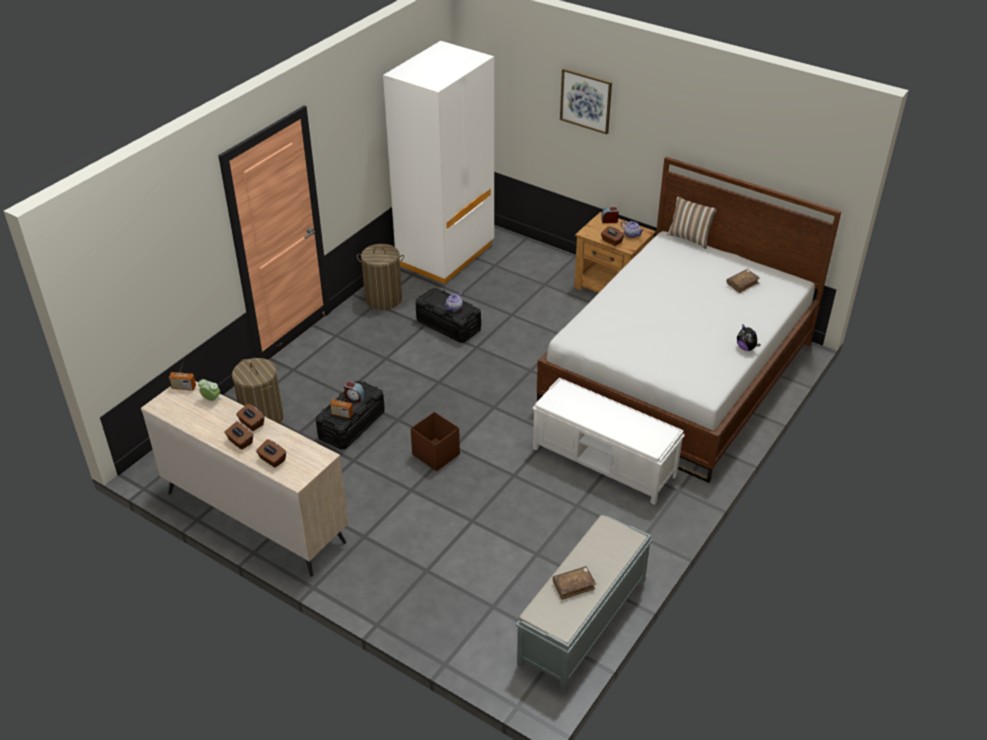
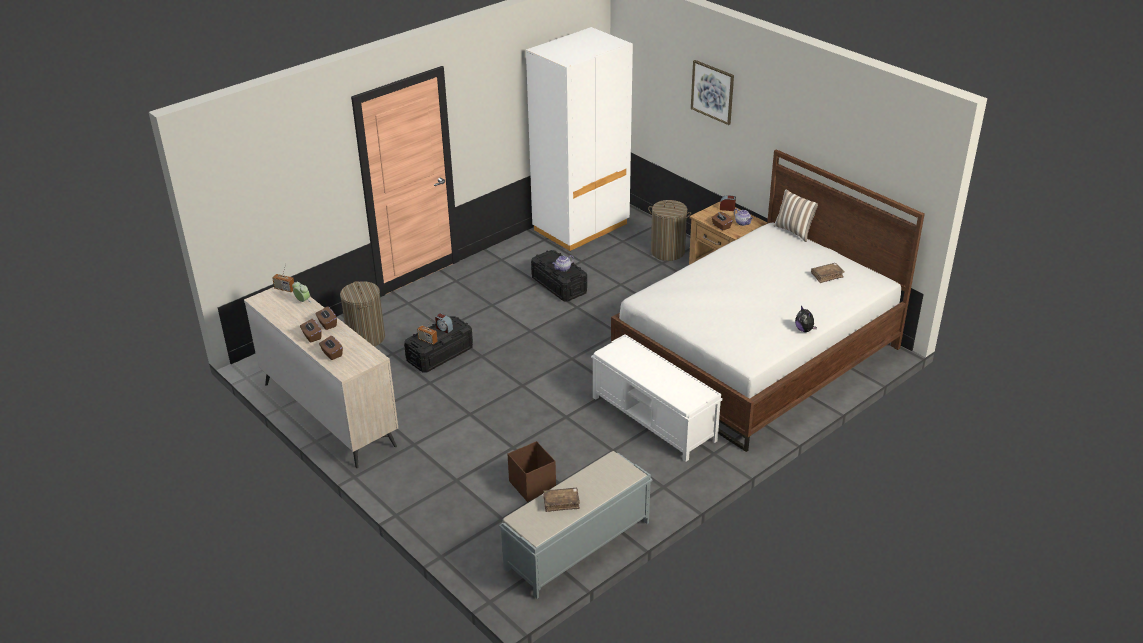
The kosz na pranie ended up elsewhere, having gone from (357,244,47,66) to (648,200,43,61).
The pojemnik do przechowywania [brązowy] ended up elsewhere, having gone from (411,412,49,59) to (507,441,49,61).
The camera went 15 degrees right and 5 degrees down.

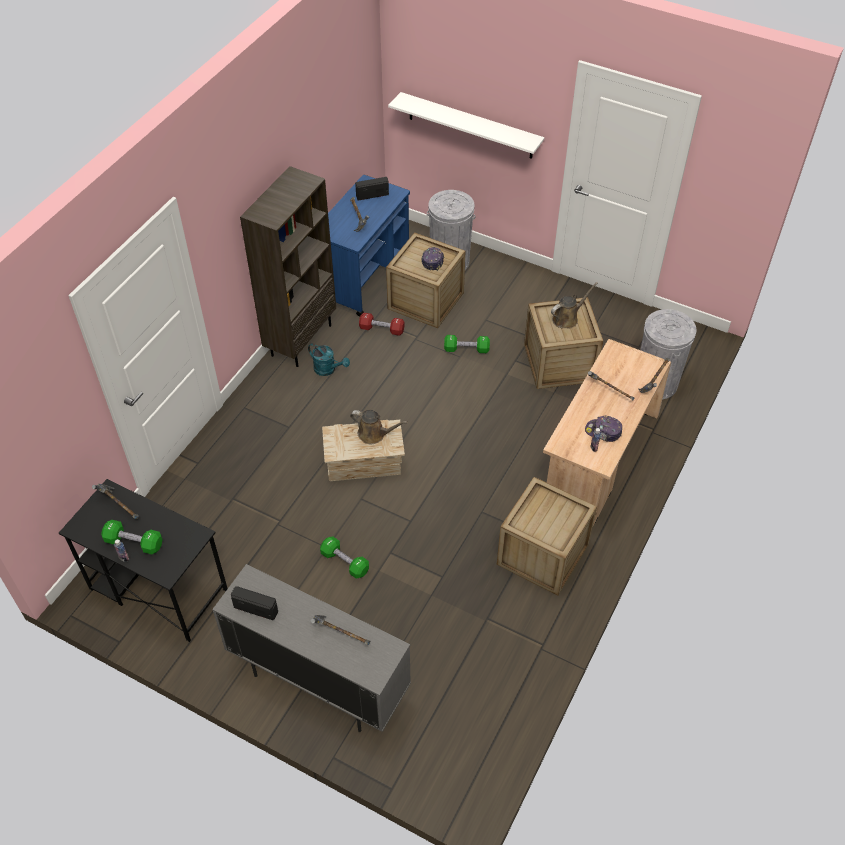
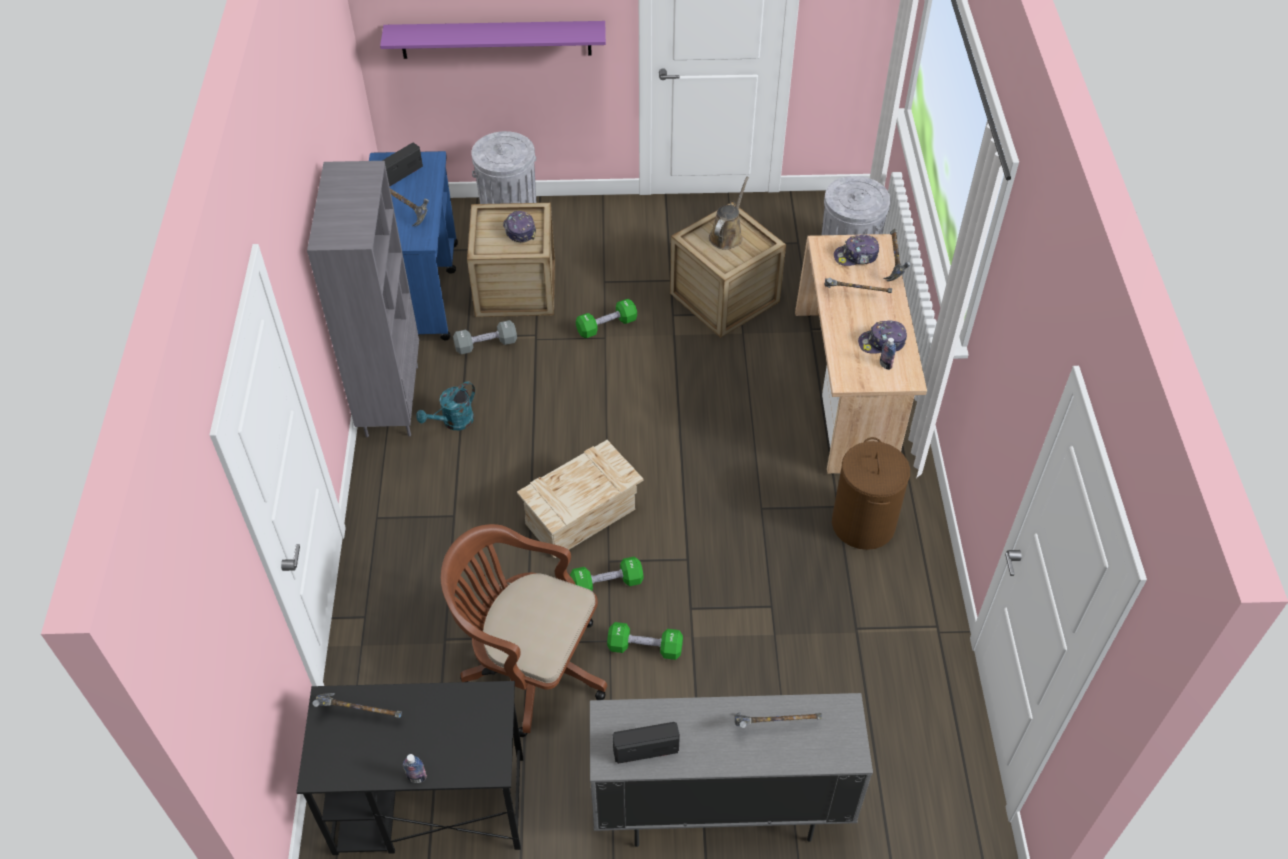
What was the półka [biały] at (388,92,156,67) turned into the półka [fioletowy] at (380,21,226,38).
What was the regał [brązowy] at (240,166,96,201) turned into the regał [szary] at (307,161,112,276).
What was the hantel [czerwony] at (359,313,46,22) turned into the hantel [szary] at (453,320,64,34).
The konewka [turkusowy] at (308,343,42,33) ended up facing another way, 135 degrees clockwise from before.
The second view lost the konewka [brązowy] at (350,410,57,34).
Where the skrzynka stood at (497,477,100,119), the kosz na pranie [brązowy] came to stand at (832,437,78,113).
The hantel [zielony] ended up elsewhere, having gone from (101,520,62,34) to (570,557,73,34).
The second view gained the czapka z daszkiem at (834,235,45,31).
The second view gained the krzesło biurowe [brązowy] at (441,524,166,213).
The camera went 30 degrees left and 0 degrees up.

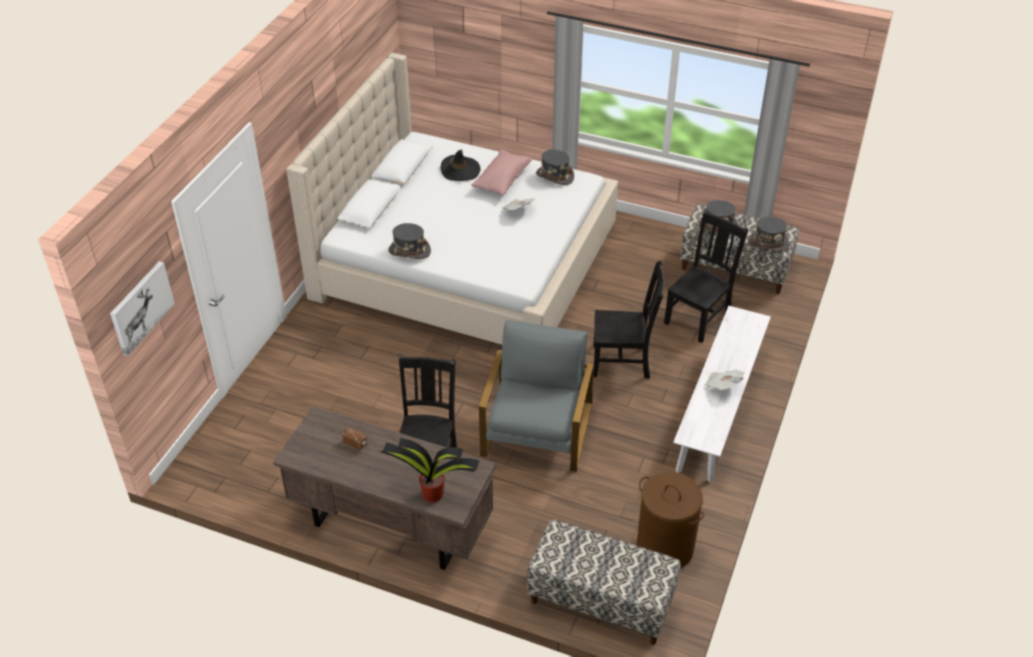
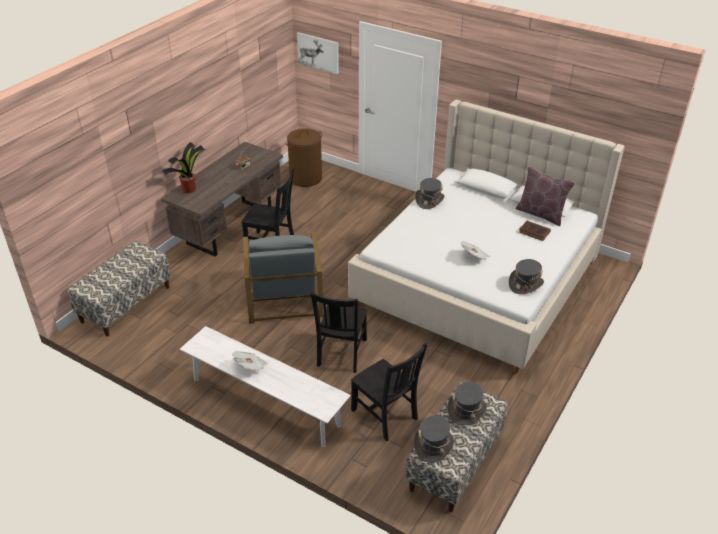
Where the kapelusz [czarny] stood at (441,149,40,32), the książka [brązowy] came to stand at (519,221,32,20).
The second view lost the poduszka [różowy] at (471,149,61,47).
The fotel [szary] at (479,320,114,152) ended up facing another way, 60 degrees clockwise from before.
The kosz na pranie [brązowy] ended up elsewhere, having gone from (637,472,68,96) to (286,128,36,59).
The second view gained the poduszka [brązowy] at (516,167,59,59).
The camera went 100 degrees right and 5 degrees down.

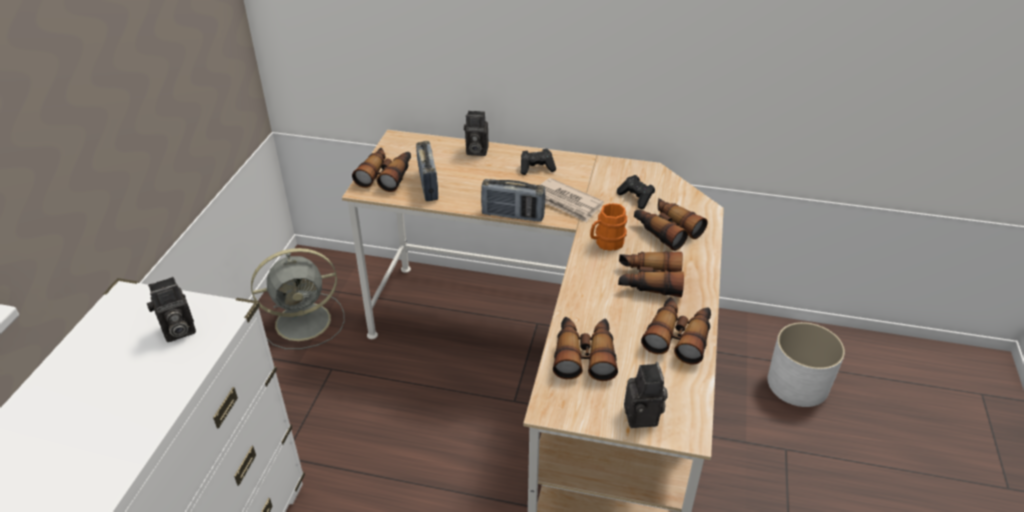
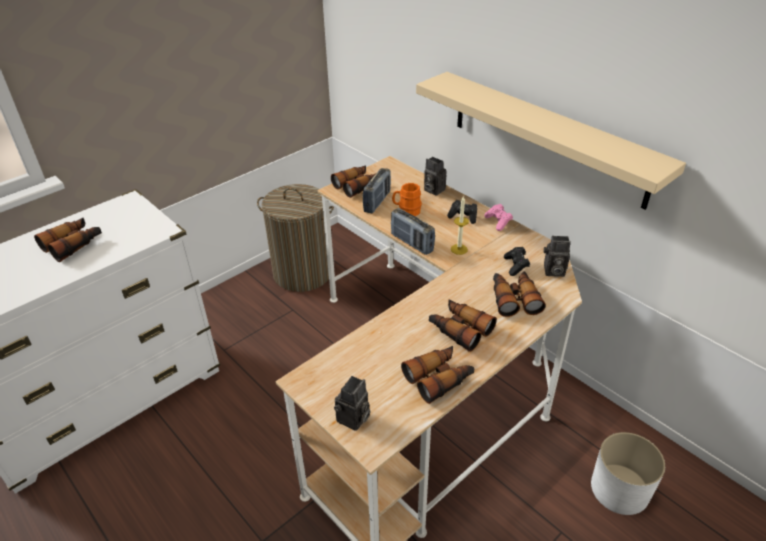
Where the gazeta stood at (540,178,64,45), the świeca came to stand at (451,195,18,60).
The kubek [pomarańczowy] ended up elsewhere, having gone from (590,203,37,48) to (392,183,30,33).
Where the wentylator [szary] stood at (251,248,94,101), the kosz na pranie came to stand at (257,184,77,108).
The aparat fotograficzny ended up elsewhere, having gone from (147,277,49,65) to (543,236,28,41).
The lornetka ended up elsewhere, having gone from (553,317,65,64) to (34,218,68,44).
The second view gained the półka [beżowy] at (416,72,270,138).
The second view gained the pad do gier [różowy] at (484,204,29,27).
The camera went 35 degrees right and 0 degrees up.

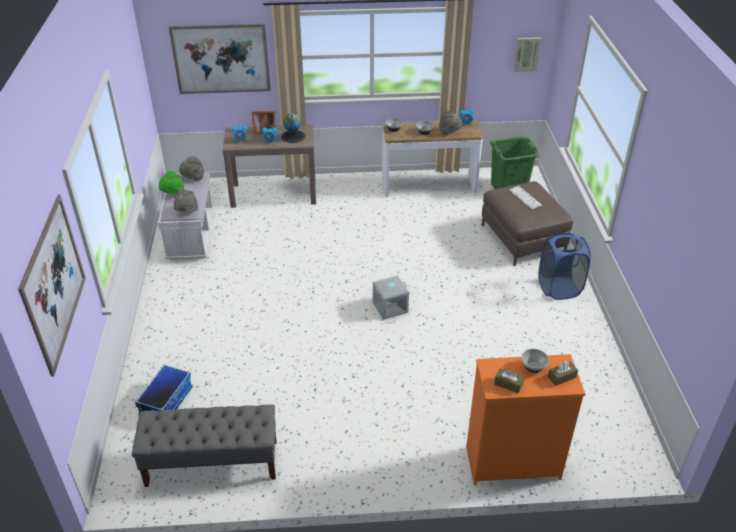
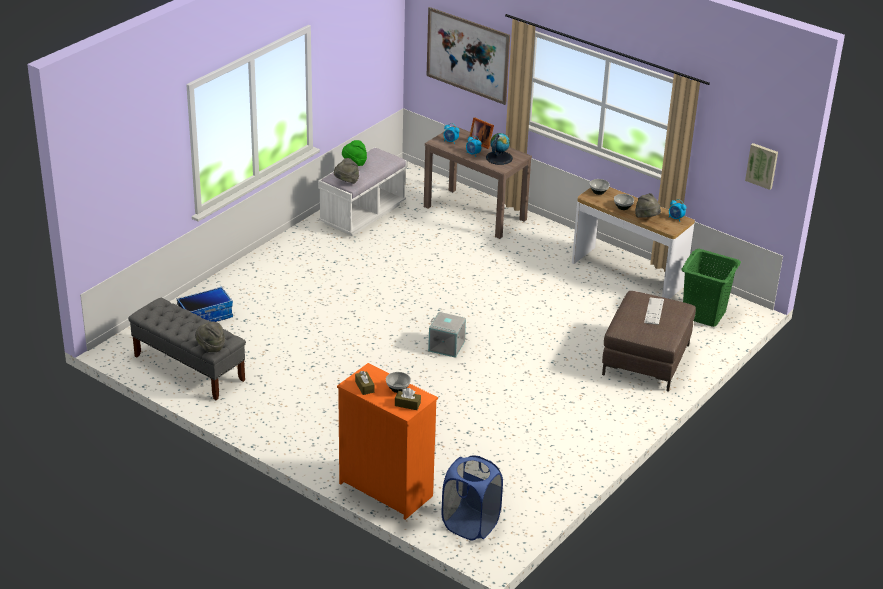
The kapelusz [szary] ended up elsewhere, having gone from (179,156,25,25) to (195,321,30,31).
The second view lost the obraz at (18,194,68,183).
The kosz na pranie [niebieski] ended up elsewhere, having gone from (539,233,51,67) to (442,455,61,85).
The camera went 40 degrees right and 5 degrees down.

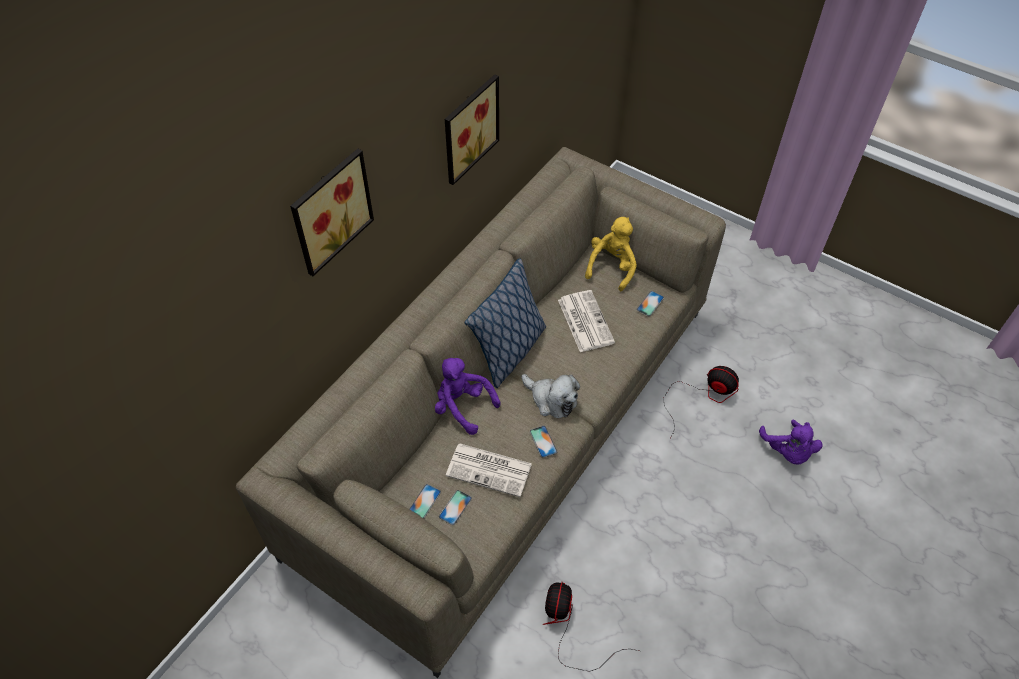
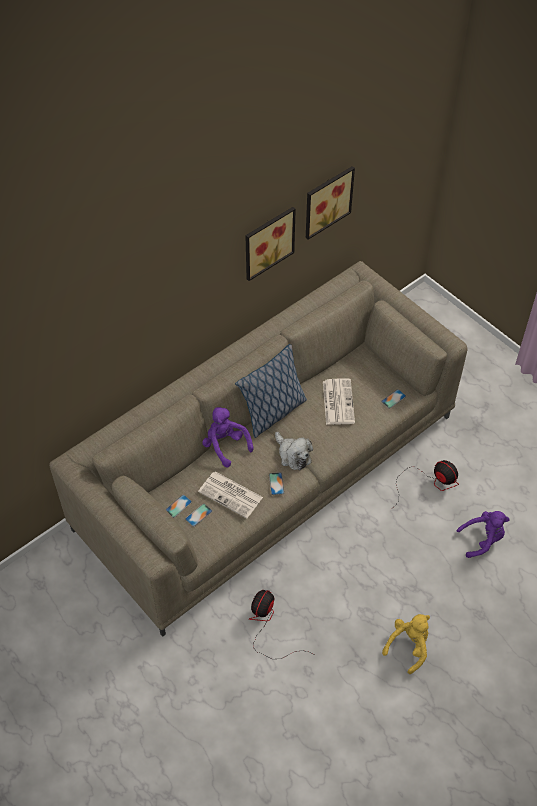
The obraz ended up elsewhere, having gone from (290,149,84,127) to (306,166,49,74).
The pluszak [żółty] ended up elsewhere, having gone from (585,217,52,74) to (382,614,48,60).
The pluszak [fioletowy] at (759,420,64,45) ended up facing another way, 105 degrees counterclockwise from before.
The camera went 15 degrees right and 0 degrees up.

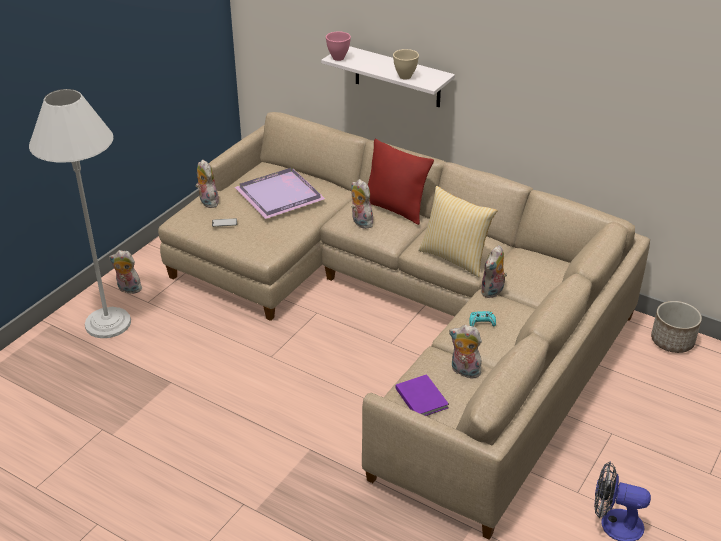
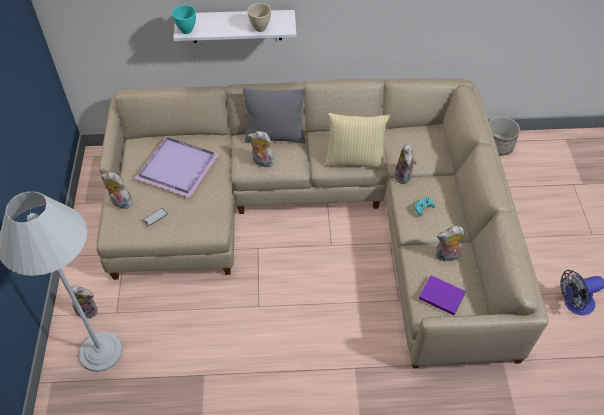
What was the miska [różowy] at (326,31,25,30) turned into the miska [turkusowy] at (172,5,24,29).
What was the poduszka [czerwony] at (368,139,66,86) turned into the poduszka [szary] at (243,88,63,55).
The pluszak at (109,250,33,44) ended up facing another way, 150 degrees counterclockwise from before.
The camera went 35 degrees left and 15 degrees up.

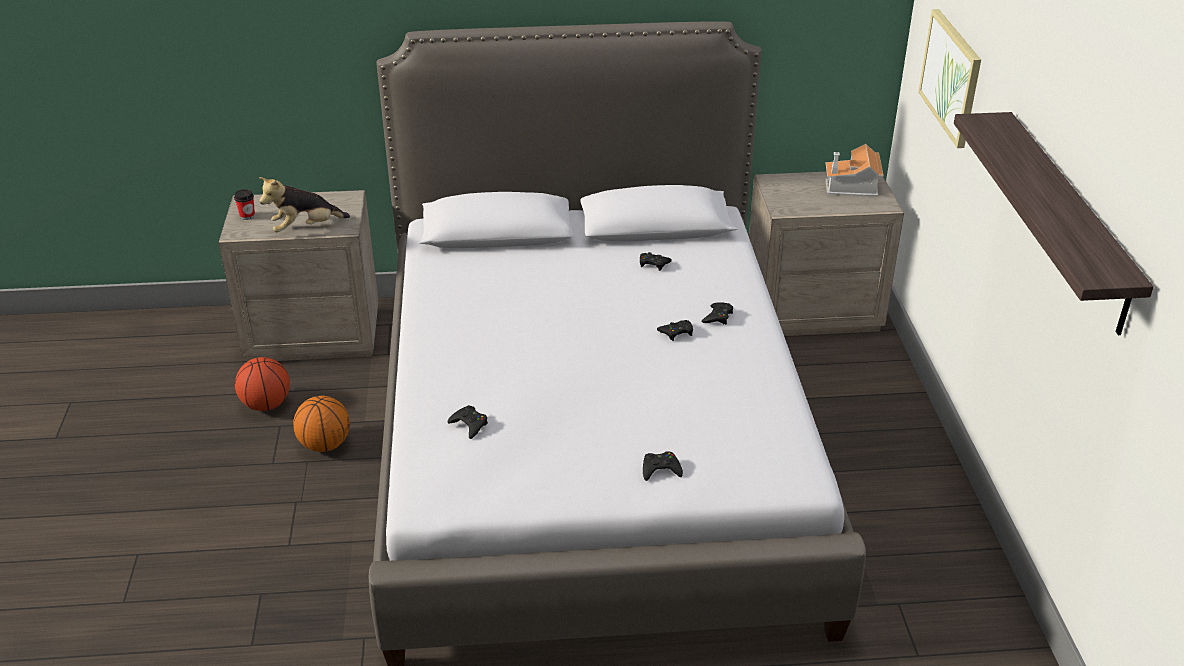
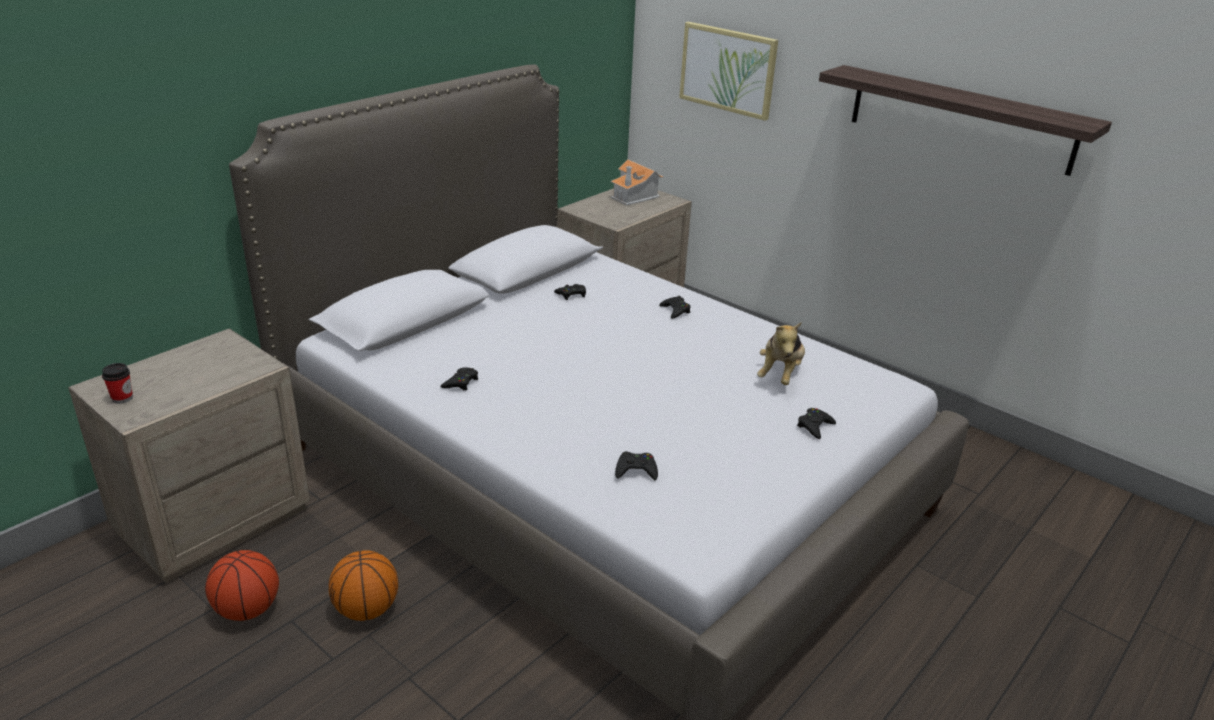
The pluszak ended up elsewhere, having gone from (259,177,91,55) to (757,322,48,63).
The pad do gier [czarny] ended up elsewhere, having gone from (657,320,36,21) to (440,368,38,22).
The camera went 45 degrees left and 5 degrees down.

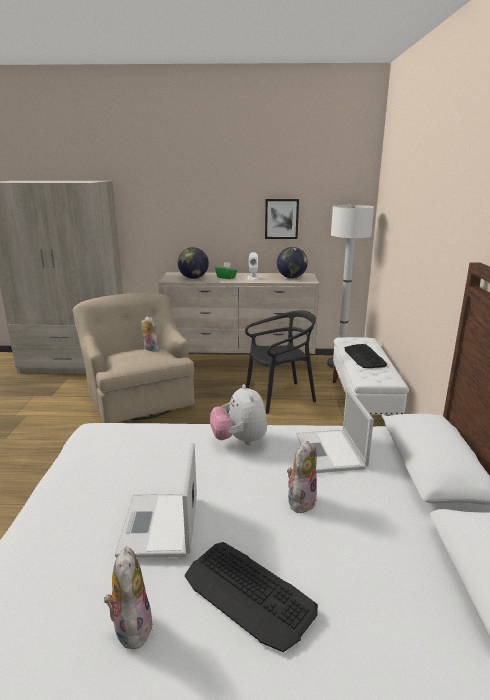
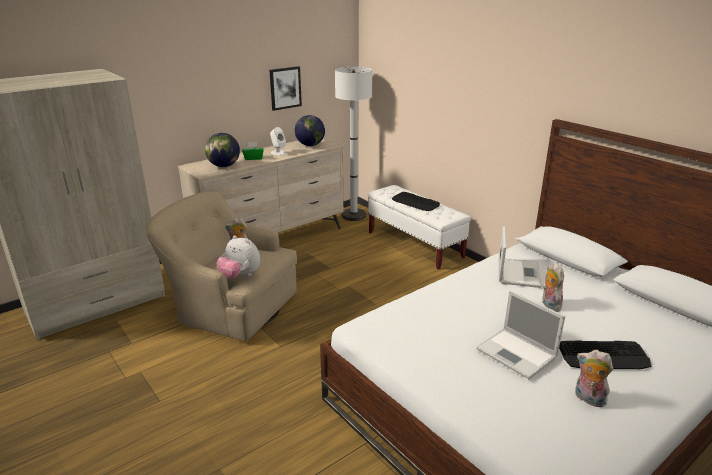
The second view lost the krzesło [czarny] at (245,310,71,104).
The pluszak ended up elsewhere, having gone from (210,384,57,61) to (217,236,43,43).
The laptop at (296,387,78,86) ended up facing another way, 120 degrees counterclockwise from before.
The camera went 40 degrees left and 5 degrees up.

